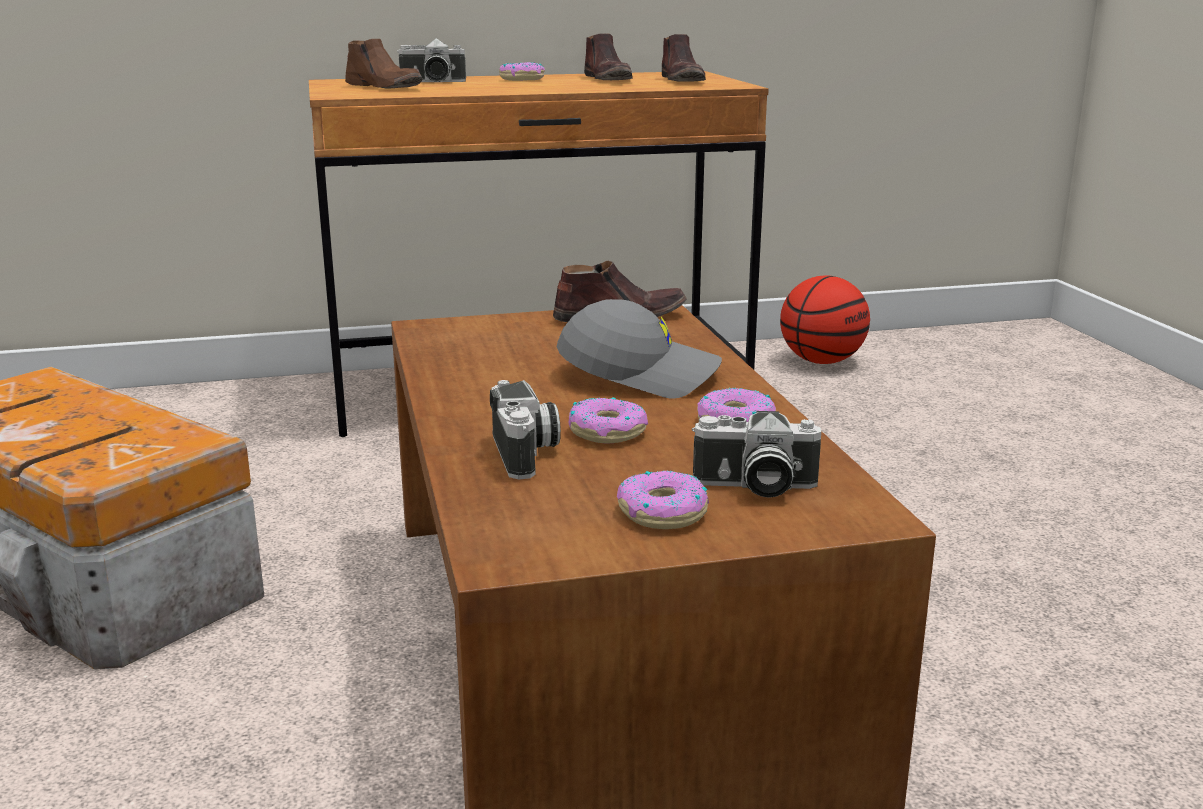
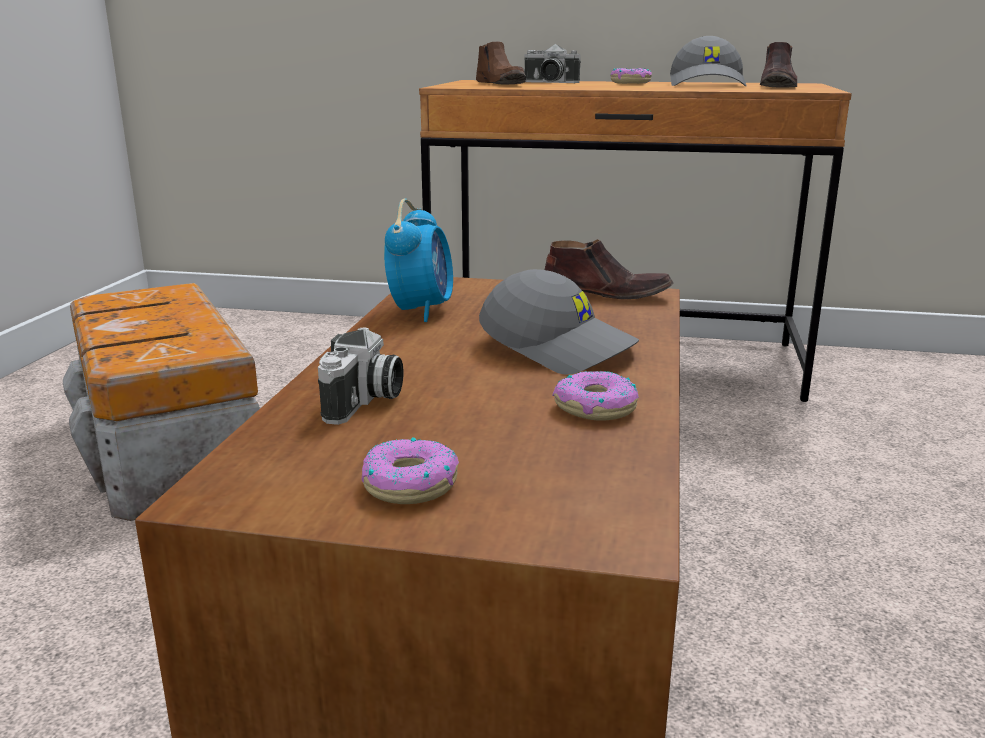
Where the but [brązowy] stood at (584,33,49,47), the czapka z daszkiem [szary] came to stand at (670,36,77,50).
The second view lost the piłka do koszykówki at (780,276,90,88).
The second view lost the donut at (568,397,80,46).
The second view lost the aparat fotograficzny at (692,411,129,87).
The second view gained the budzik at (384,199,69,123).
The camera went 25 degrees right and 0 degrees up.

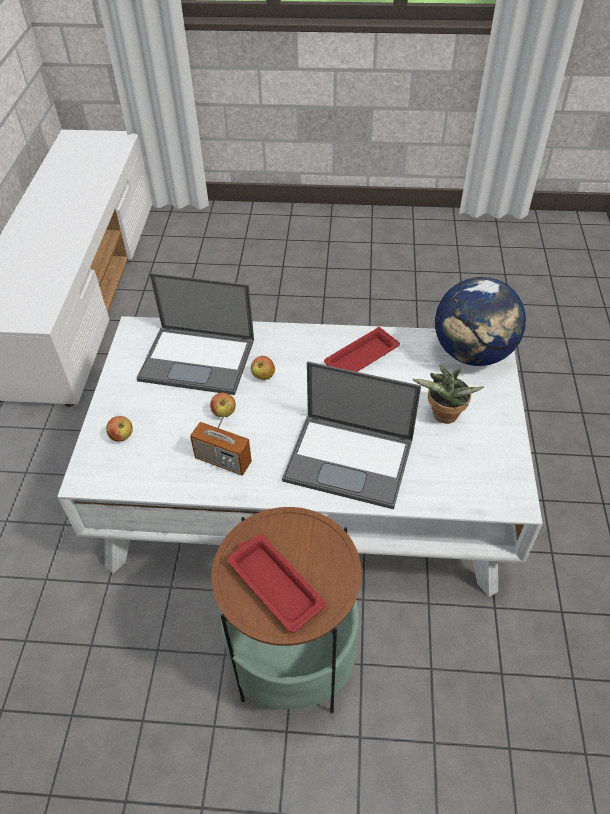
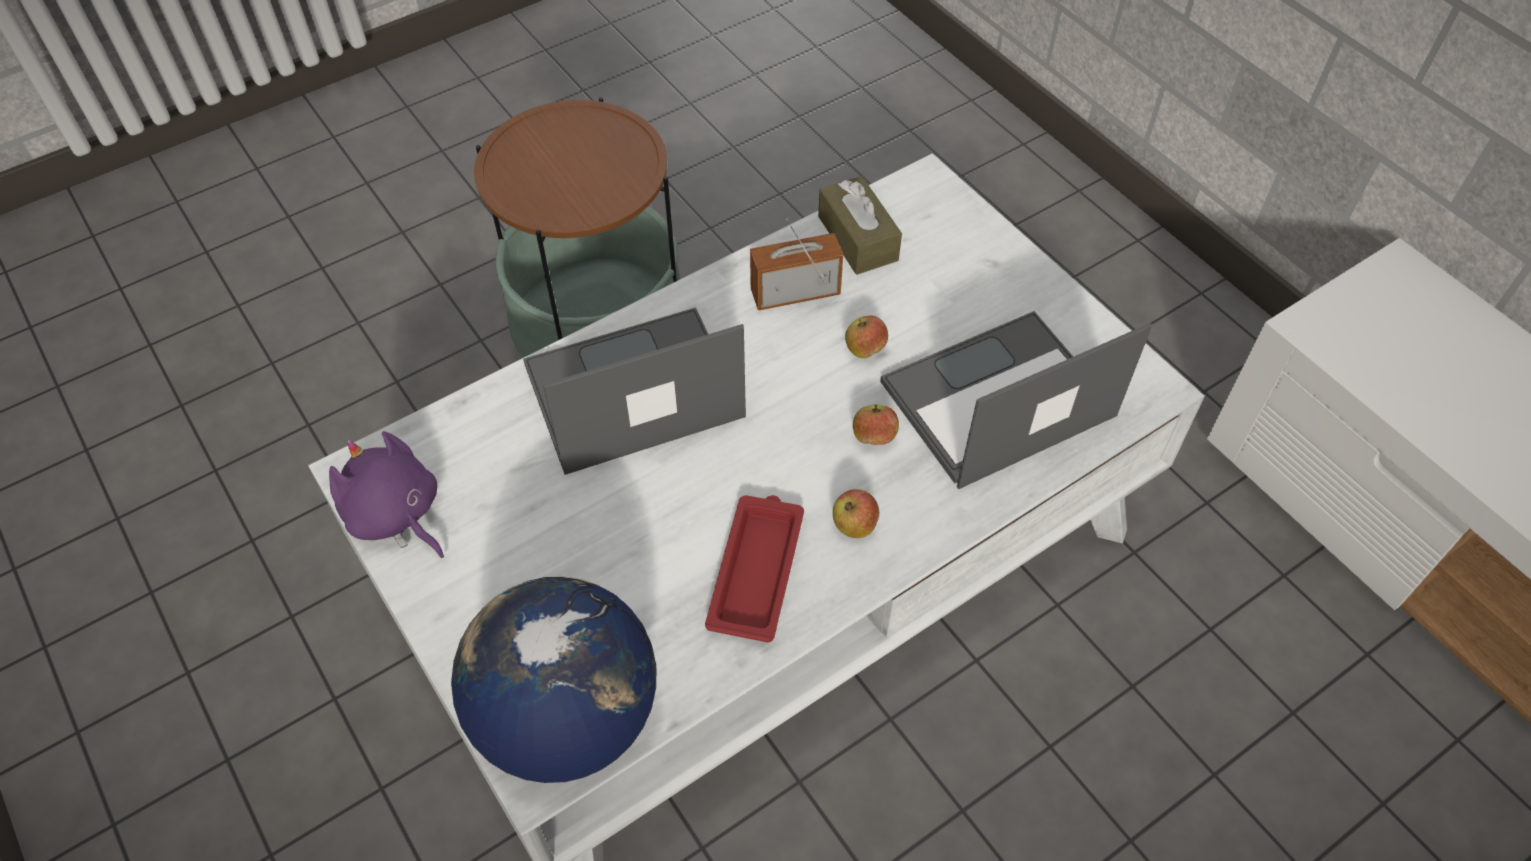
The second view lost the roślina doniczkowa at (412,365,72,59).
The jabłko ended up elsewhere, having gone from (106,416,27,26) to (833,489,46,49).
The second view lost the taca [czerwony] at (227,534,99,99).
The second view gained the pudełko chusteczek [brązowy] at (818,176,84,99).
The second view gained the pluszak [fioletowy] at (329,431,115,127).
The camera went 140 degrees right and 5 degrees up.

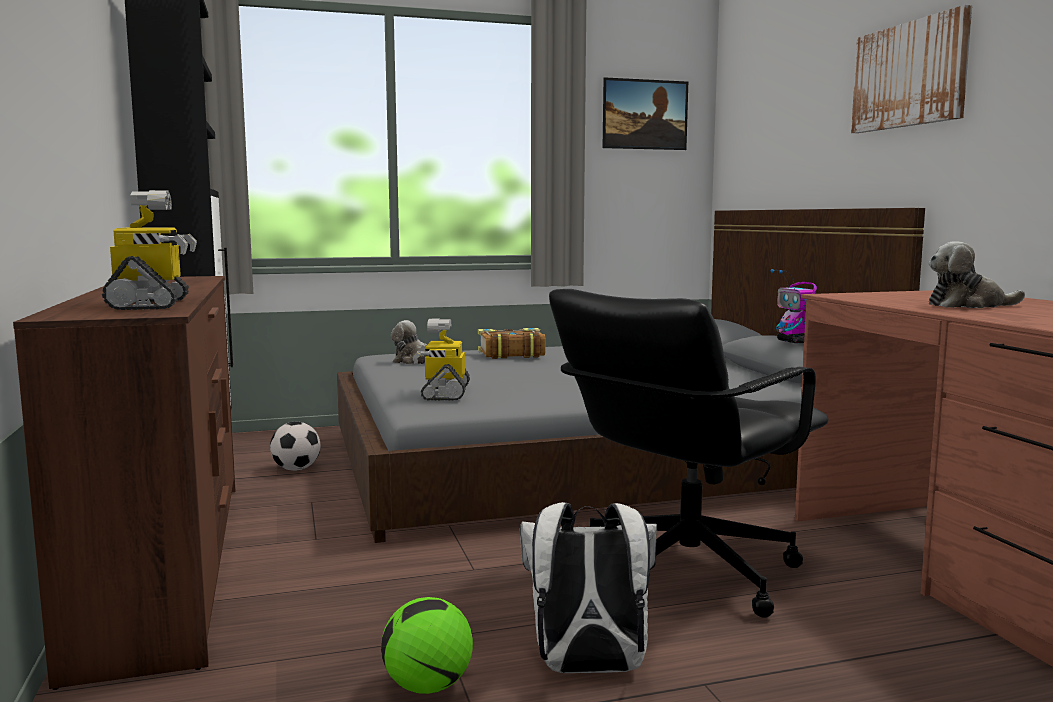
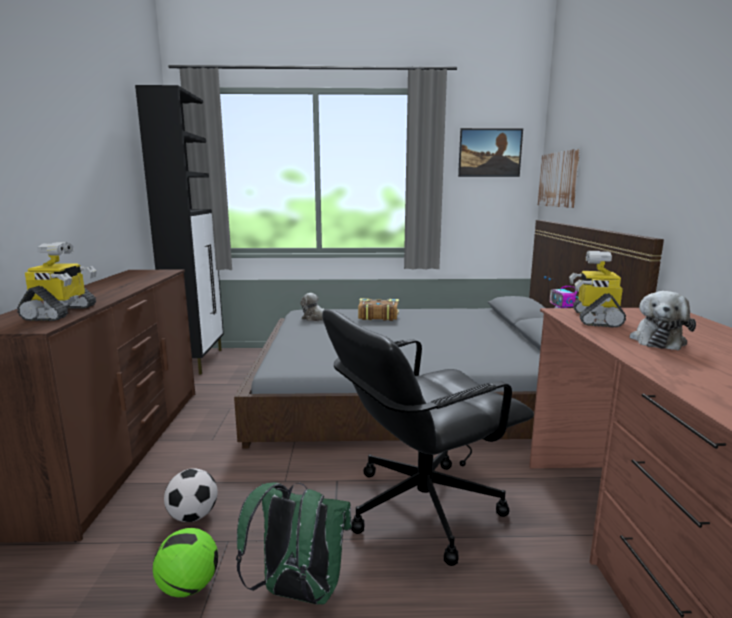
The obraz ended up elsewhere, having gone from (851,5,121,128) to (538,149,42,59).
The pluszak at (929,241,96,67) ended up facing another way, 75 degrees counterclockwise from before.
The robot zabawkowy ended up elsewhere, having gone from (412,318,58,83) to (569,251,57,77).
The piłka futbolowa ended up elsewhere, having gone from (270,422,51,49) to (164,468,54,54).
What was the plecak [biały] at (520,502,137,171) turned into the plecak [zielony] at (236,482,116,122).
The camera went 15 degrees right and 5 degrees up.

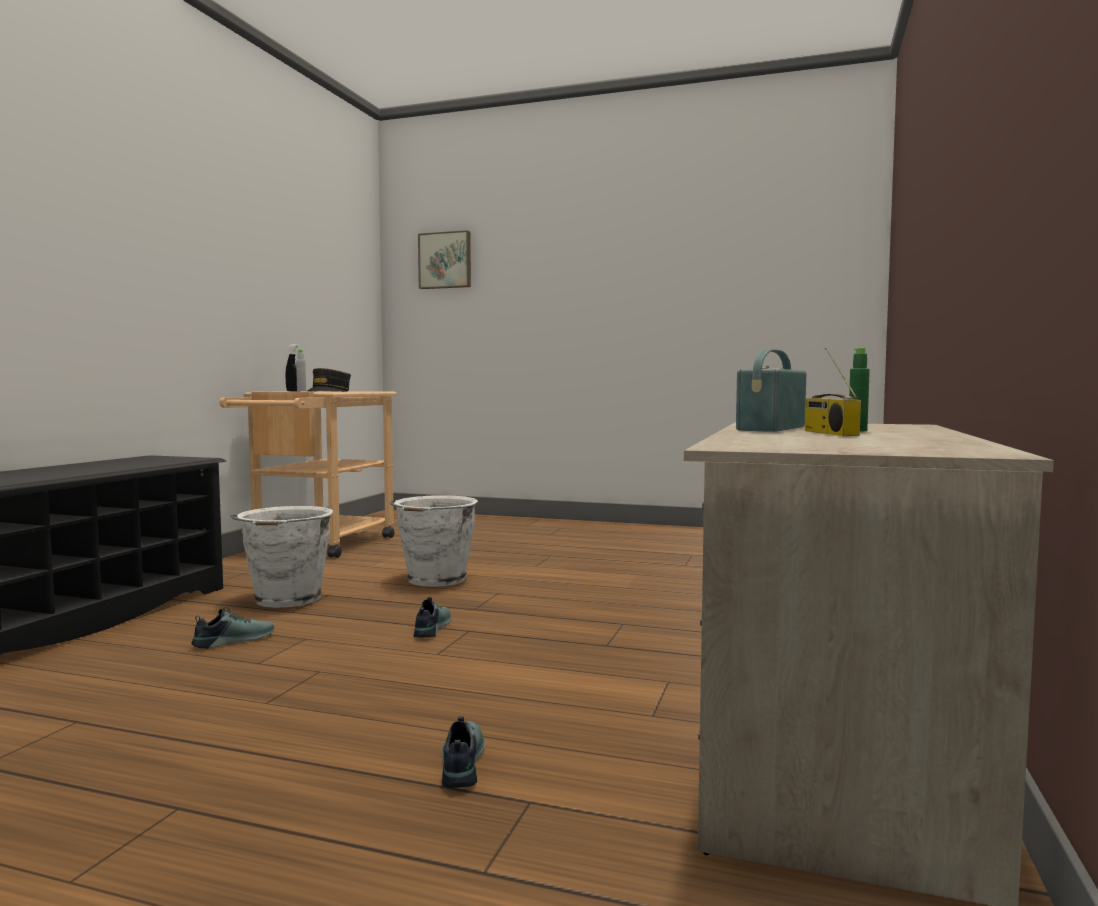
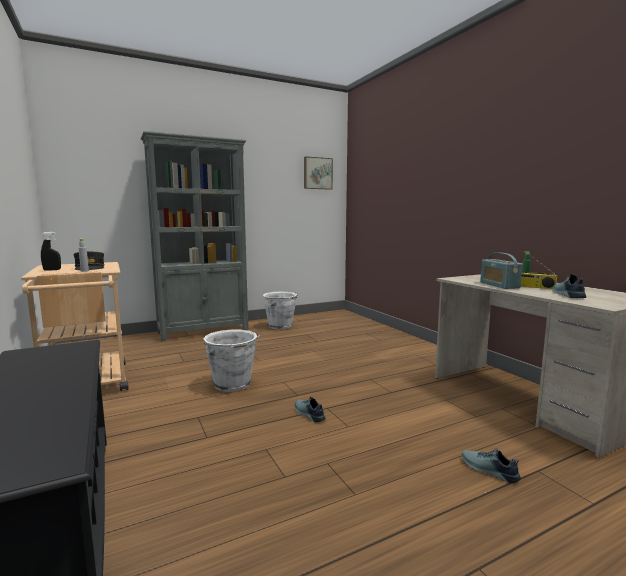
The obraz ended up elsewhere, having gone from (418,230,53,59) to (304,156,29,34).
The wiadro [biały] ended up elsewhere, having gone from (231,506,102,102) to (263,292,35,38).
The but ended up elsewhere, having gone from (191,607,83,42) to (552,274,34,24).
The second view gained the regał [szary] at (141,131,108,211).
The camera went 45 degrees left and 5 degrees up.

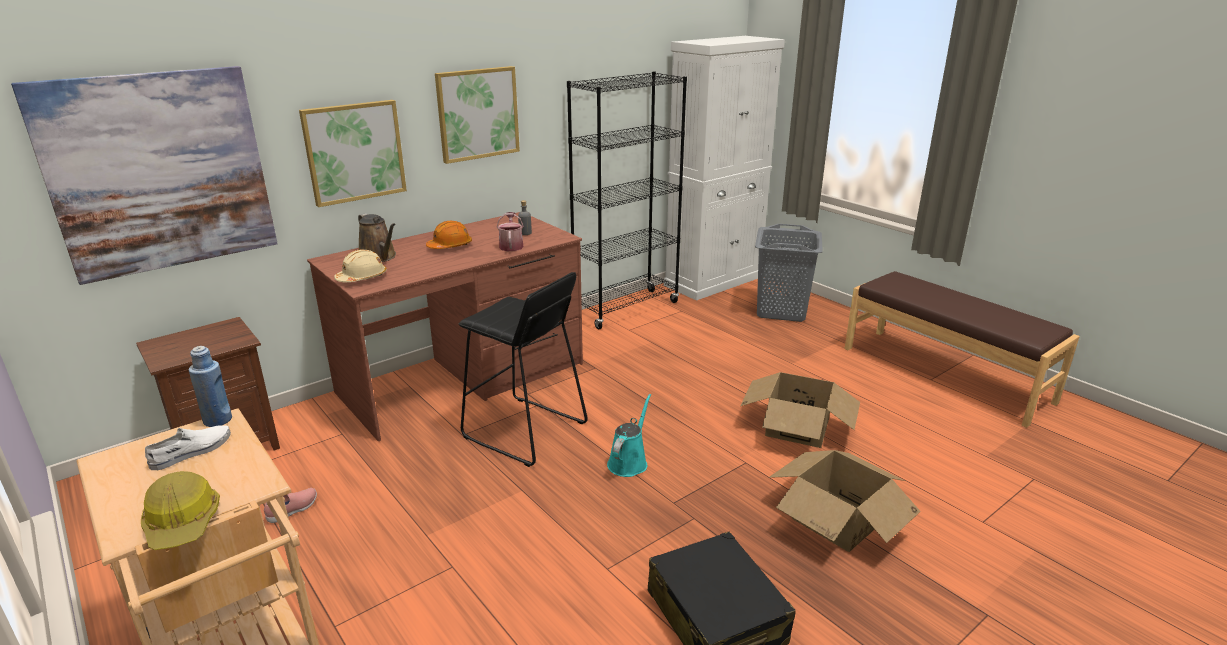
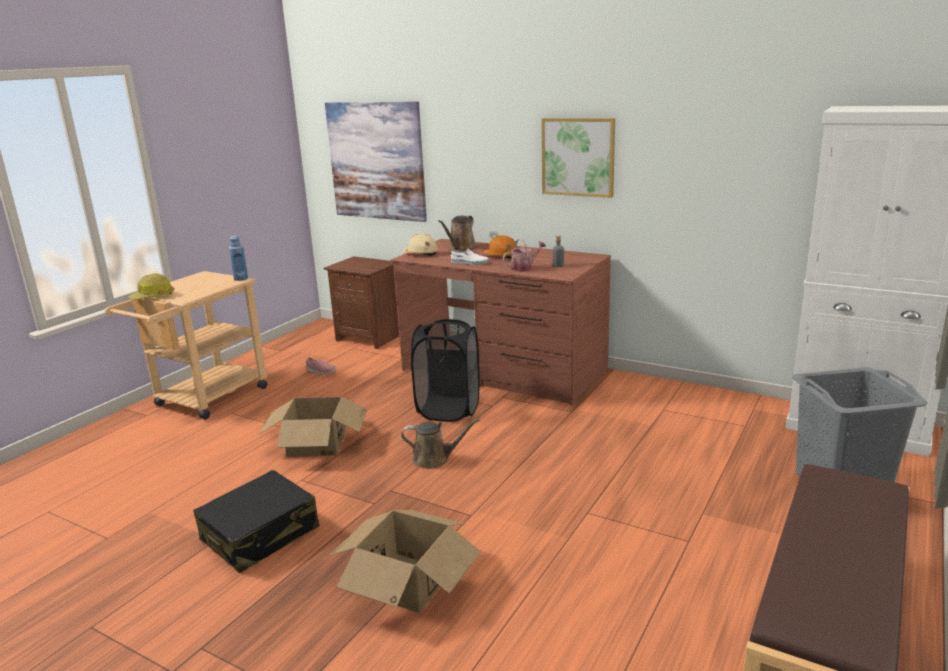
The second view lost the regał [czarny] at (567,71,120,258).
The second view lost the obraz at (299,100,108,107).
Where the stołek [czarny] stood at (458,272,130,195), the kosz na pranie [czarny] came to stand at (411,319,69,103).
The karton ended up elsewhere, having gone from (740,372,120,76) to (258,397,109,60).
What was the konewka [turkusowy] at (607,394,44,83) turned into the konewka [brązowy] at (401,418,79,51).
The but [biały] ended up elsewhere, having gone from (145,425,86,45) to (451,249,38,16).
The camera went 70 degrees right and 5 degrees down.

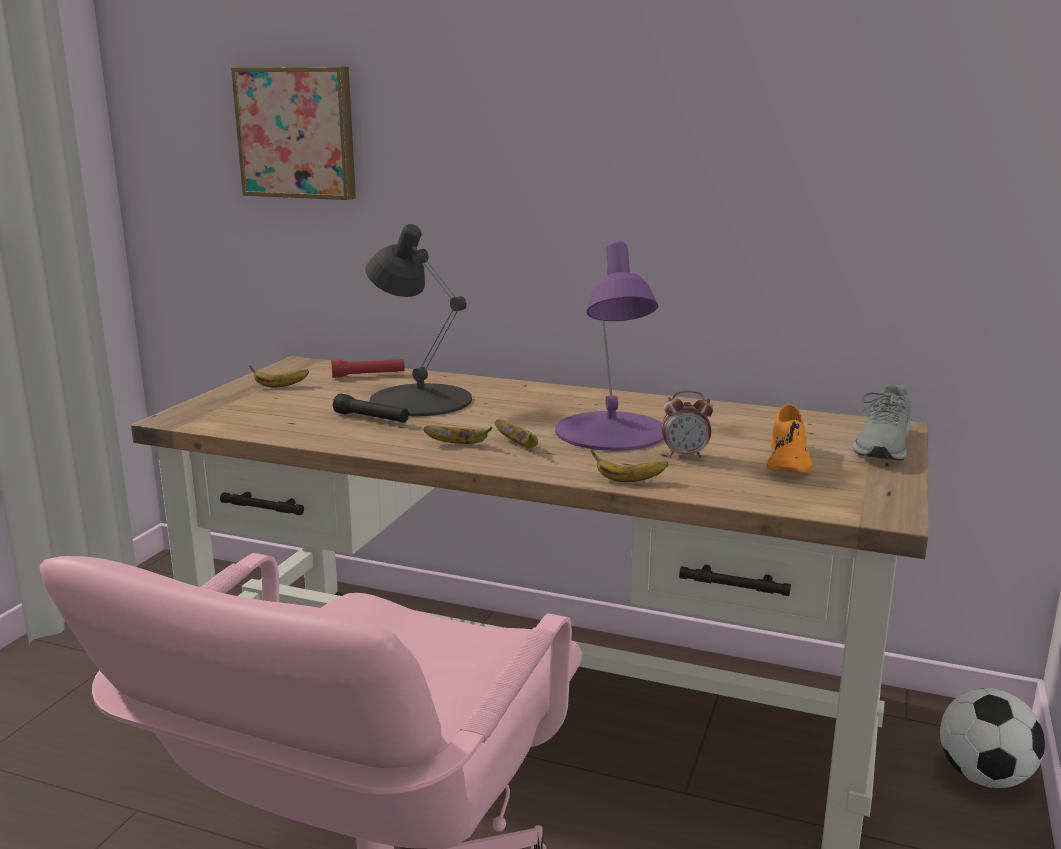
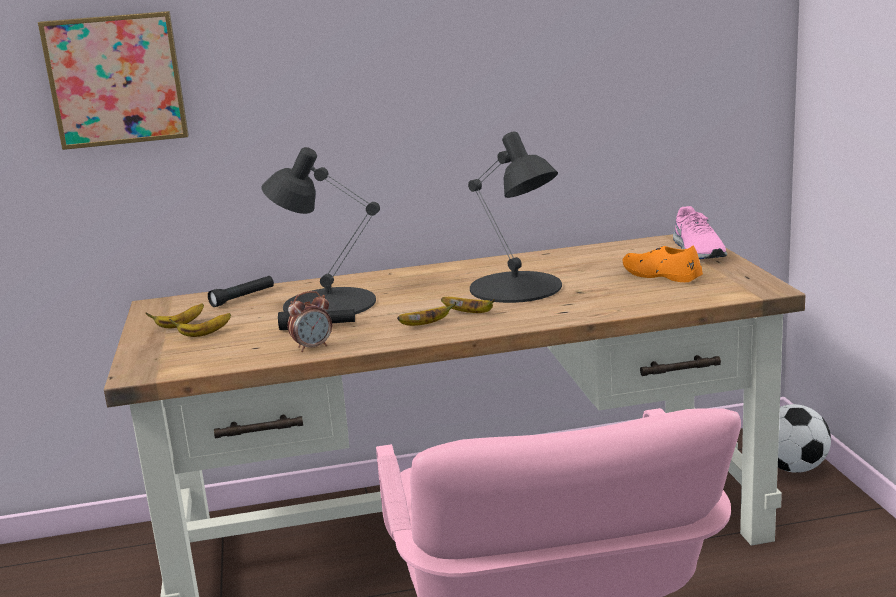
What was the lampa stołowa [fioletowy] at (555,241,109,210) turned into the lampa stołowa [czarny] at (468,131,94,172).
What was the latarka [czerwony] at (331,359,73,19) turned into the latarka [czarny] at (208,276,66,31).
What was the but [szary] at (853,384,59,76) turned into the but [różowy] at (673,206,54,53).
The budzik ended up elsewhere, having gone from (662,391,51,67) to (288,291,44,61).
The but [pomarańczowy] at (767,404,46,69) ended up facing another way, 150 degrees clockwise from before.
The banan ended up elsewhere, having gone from (591,450,77,32) to (169,313,62,24).
The camera went 30 degrees left and 0 degrees up.

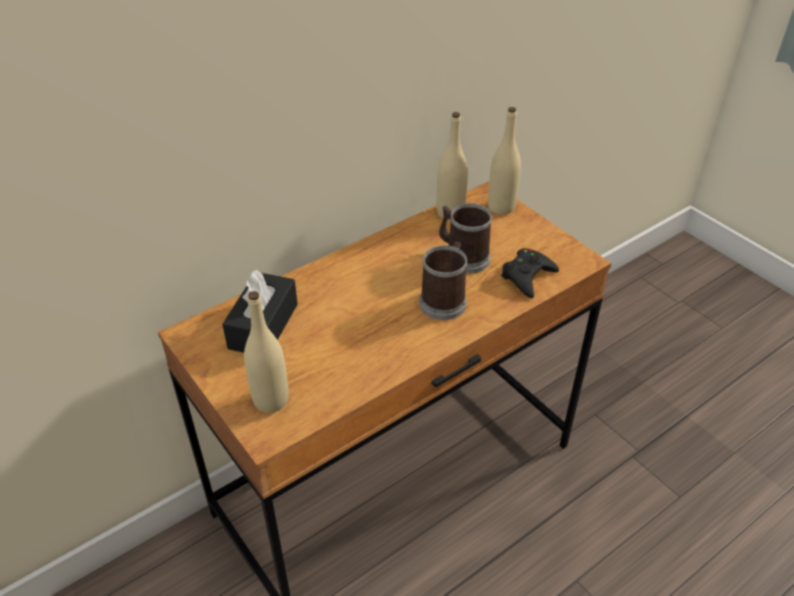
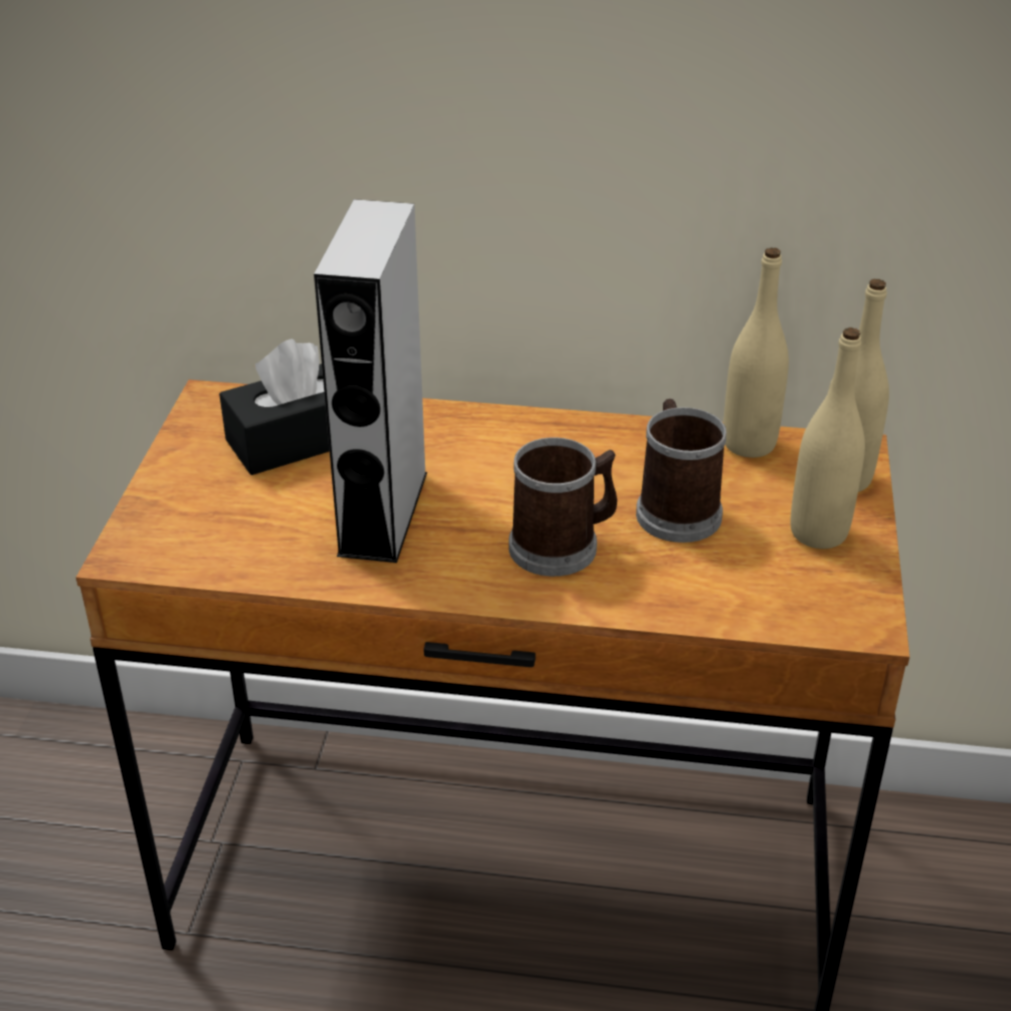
The second view lost the pad do gier [czarny] at (501,248,58,50).
The butelka [beżowy] ended up elsewhere, having gone from (244,291,45,122) to (791,327,74,222).
The second view gained the głośnik [szary] at (314,199,113,364).
The camera went 45 degrees right and 5 degrees down.

